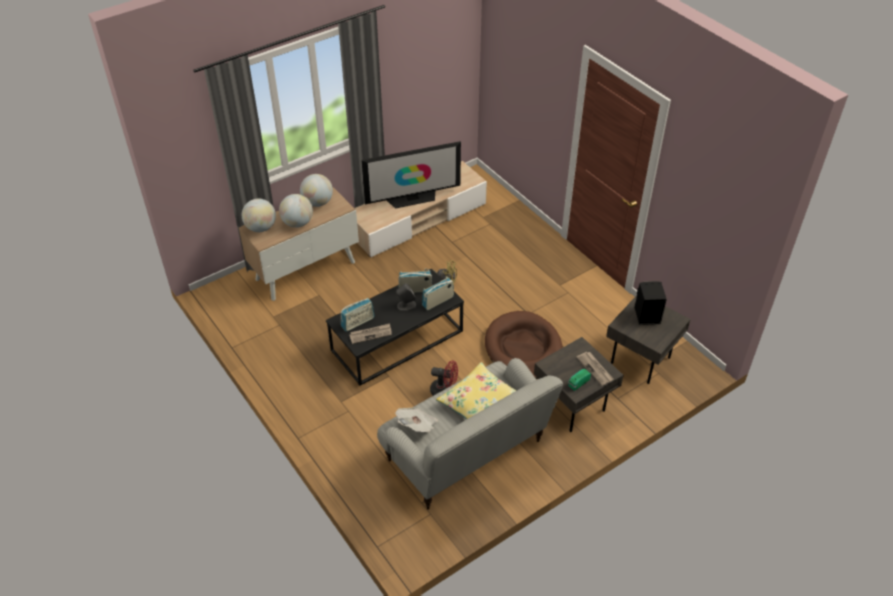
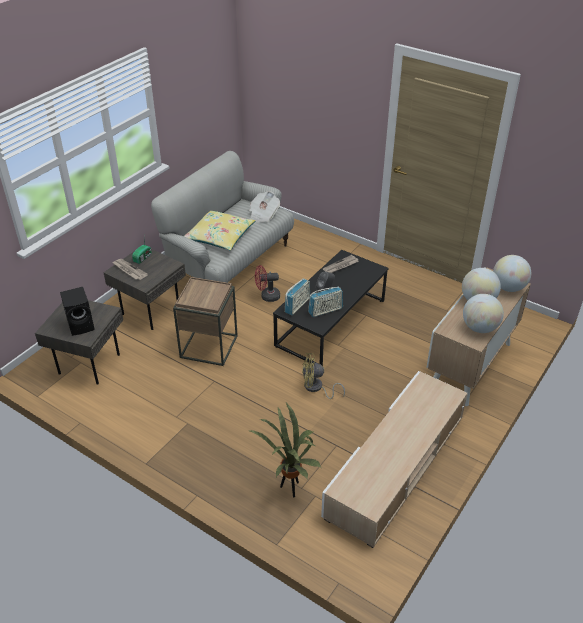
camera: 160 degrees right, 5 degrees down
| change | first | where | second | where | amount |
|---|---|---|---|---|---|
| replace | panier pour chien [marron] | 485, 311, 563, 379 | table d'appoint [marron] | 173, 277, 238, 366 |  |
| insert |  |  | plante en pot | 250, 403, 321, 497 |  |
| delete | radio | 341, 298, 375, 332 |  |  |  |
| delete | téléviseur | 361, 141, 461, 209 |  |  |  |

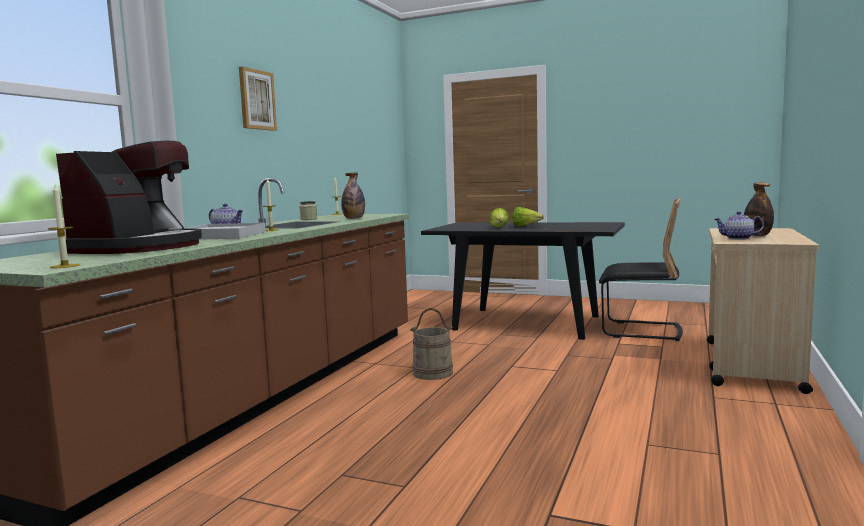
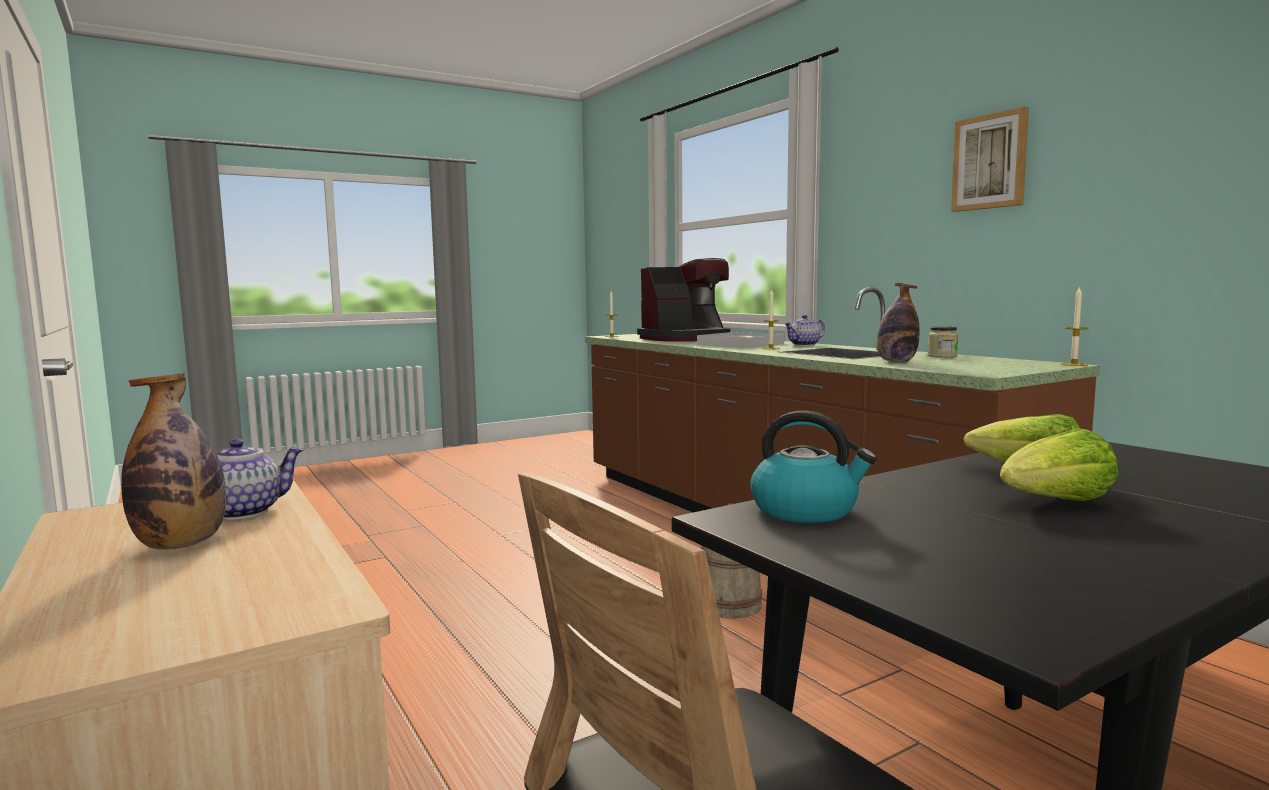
camera: 125 degrees right, 0 degrees up
| change | first | where | second | where | amount |
|---|---|---|---|---|---|
| rotate | machine à café | 56, 141, 202, 254 |  | 637, 258, 730, 342 | 75 degrees counterclockwise |
| insert |  |  | bouilloire | 750, 411, 877, 523 |  |

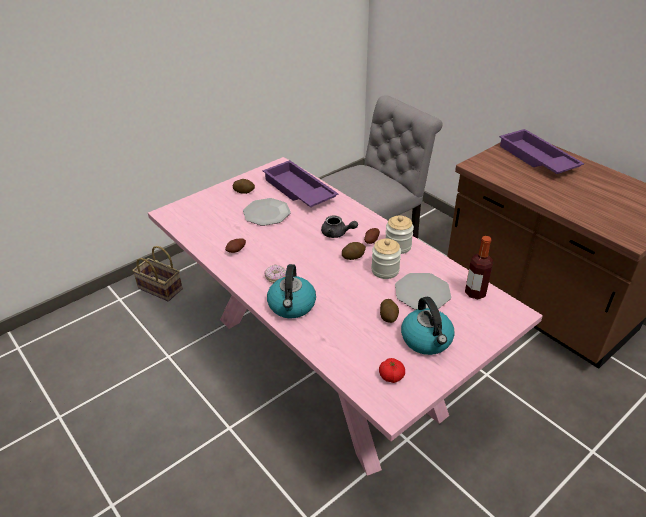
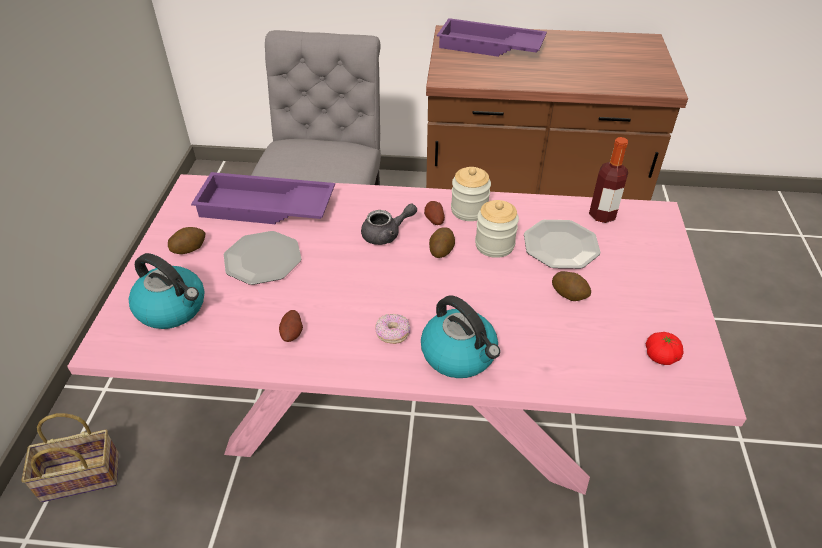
camera: 45 degrees left, 5 degrees up
| change | first | where | second | where | amount |
|---|---|---|---|---|---|
| move | bouilloire | 401, 297, 455, 355 |  | 129, 253, 205, 329 |  |

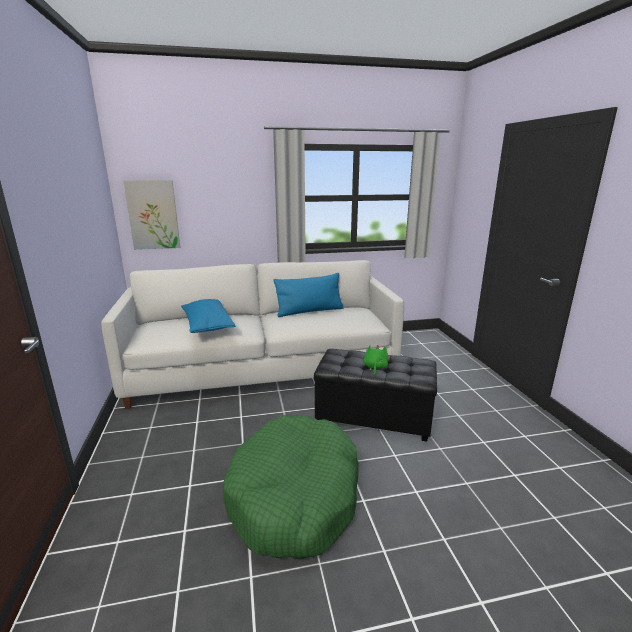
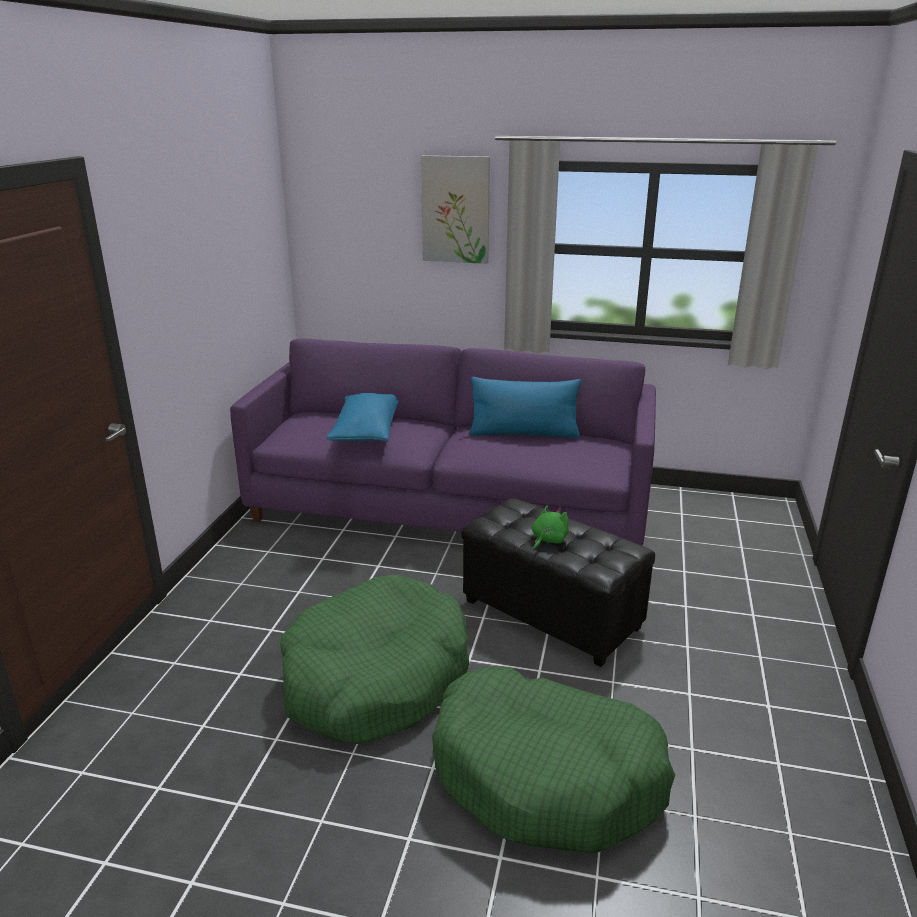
camera: 25 degrees right, 5 degrees up
| change | first | where | second | where | amount |
|---|---|---|---|---|---|
| recolor | canapé [blanc] | 101, 260, 404, 409 | canapé [violet] | 230, 338, 656, 546 |  |
| move | tableau | 123, 180, 180, 250 |  | 421, 155, 490, 264 |  |
| insert |  |  | panier pour chien [vert] | 432, 667, 675, 853 |  |

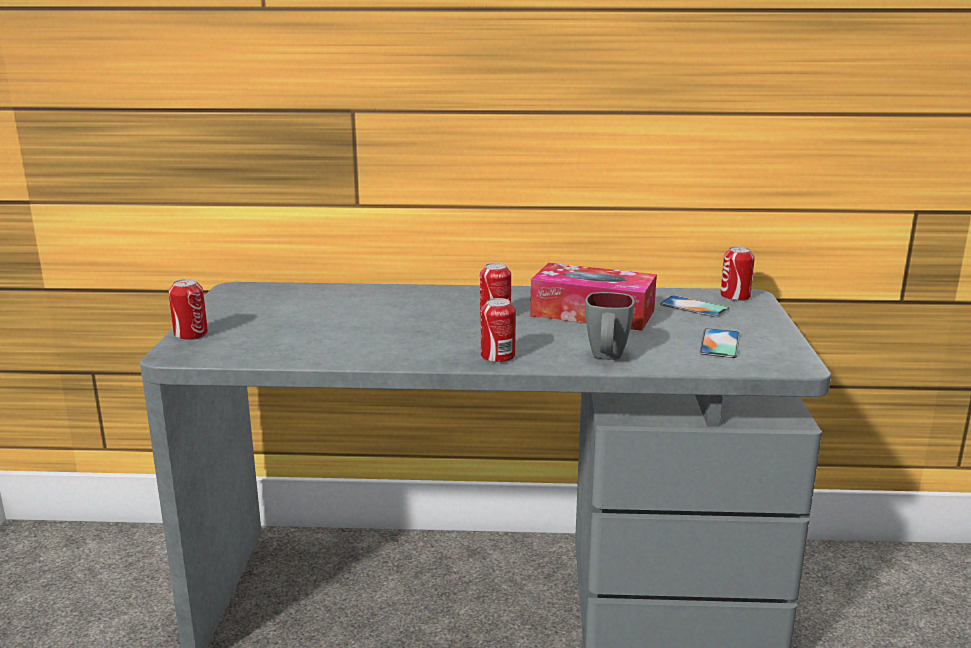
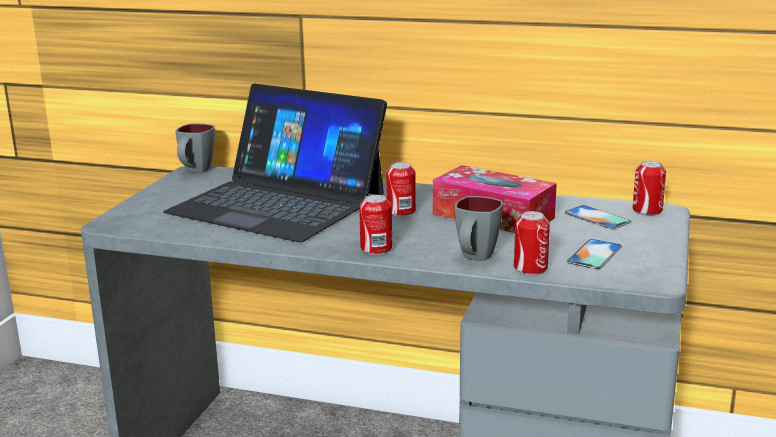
camera: 15 degrees right, 0 degrees up
| change | first | where | second | where | amount |
|---|---|---|---|---|---|
| insert |  |  | ordinateur portable | 163, 83, 387, 242 |  |
| insert |  |  | mug [gris] | 175, 123, 215, 173 |  |
| move | boîte métallique | 168, 279, 208, 340 |  | 514, 211, 550, 275 |  |

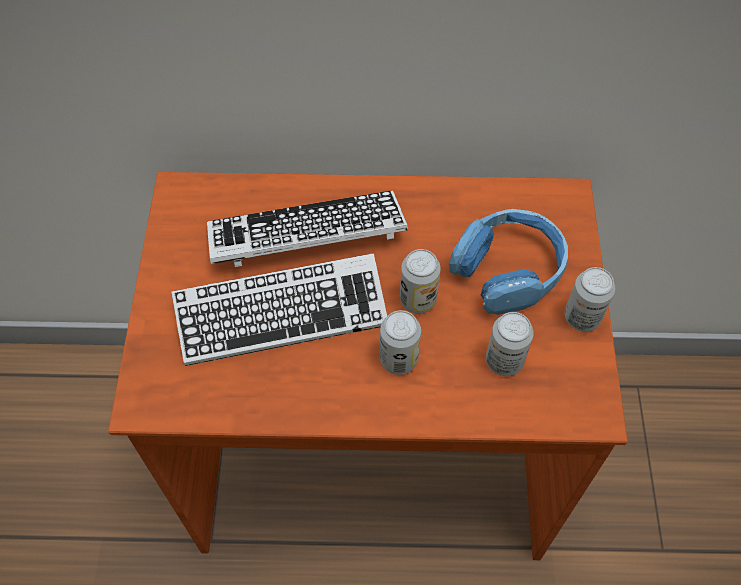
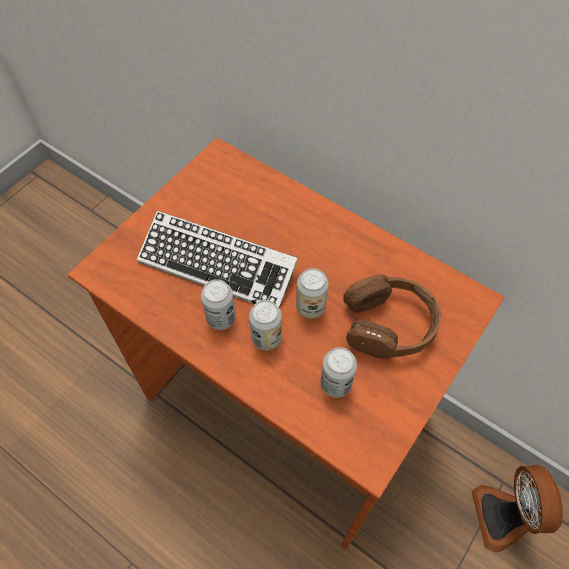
camera: 35 degrees right, 0 degrees up
| change | first | where | second | where | amount |
|---|---|---|---|---|---|
| move | boîte métallique | 564, 267, 615, 332 |  | 201, 279, 236, 330 |  |
| recolor | casque audio [bleu] | 449, 209, 568, 315 | casque audio [marron] | 343, 274, 442, 359 |  |
| insert |  |  | ventilateur | 472, 465, 563, 553 |  |
| delete | clavier | 207, 191, 408, 267 |  |  |  |

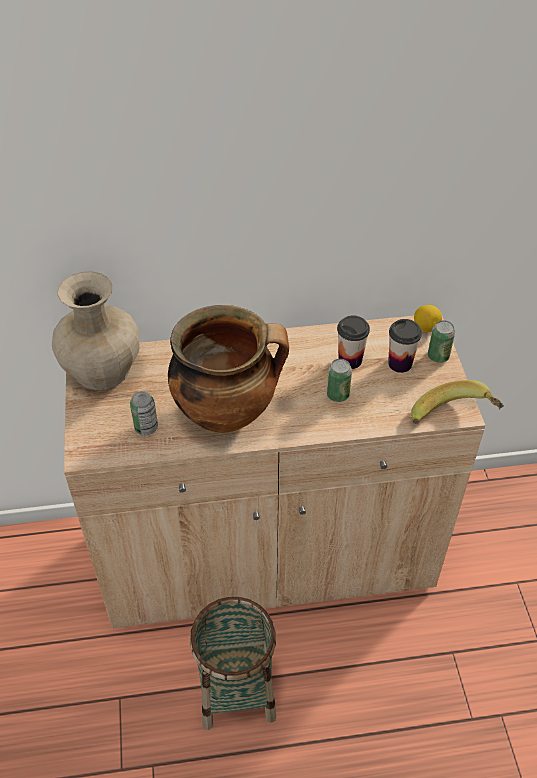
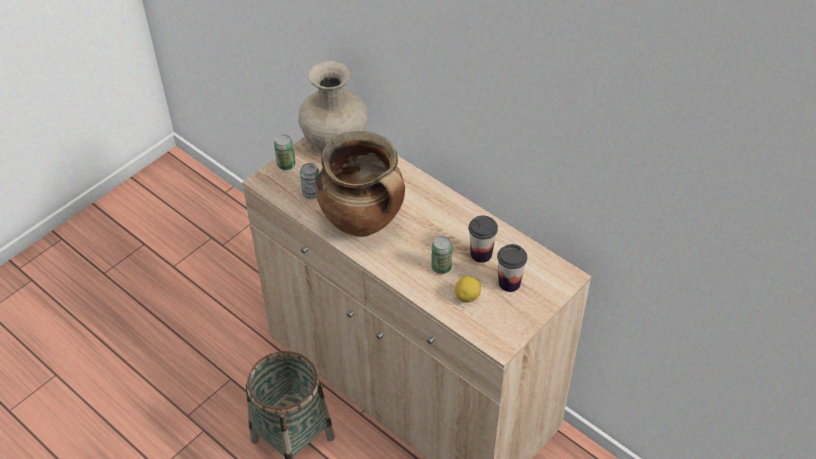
camera: 50 degrees right, 0 degrees up
| change | first | where | second | where | amount |
|---|---|---|---|---|---|
| move | boîte métallique | 428, 320, 455, 363 |  | 274, 134, 295, 170 |  |
| move | citron | 414, 305, 442, 332 |  | 455, 276, 481, 302 |  |
| delete | banane | 411, 380, 504, 424 |  |  |  |

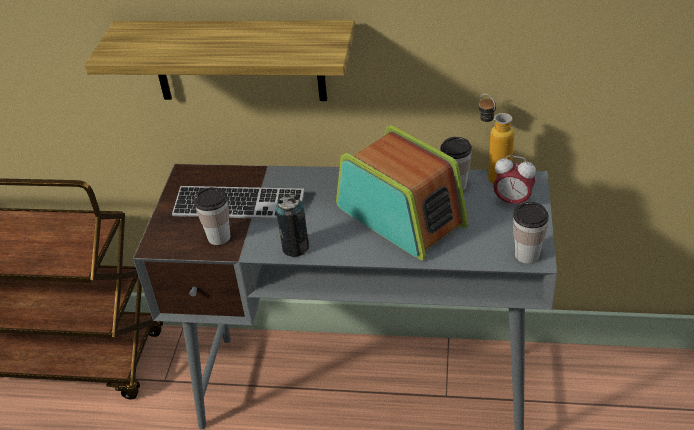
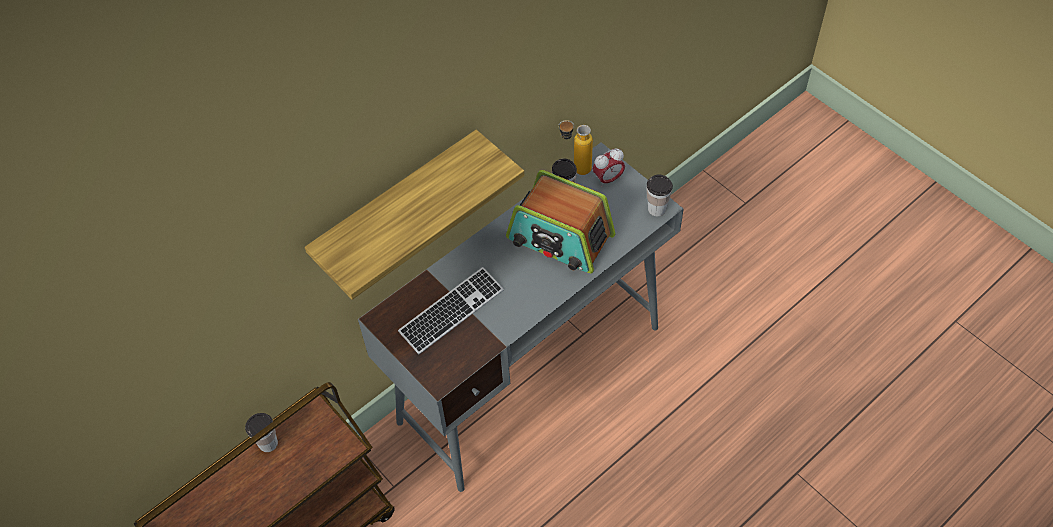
camera: 50 degrees left, 15 degrees up
| change | first | where | second | where | amount |
|---|---|---|---|---|---|
| move | tasse | 194, 187, 230, 245 |  | 245, 413, 278, 452 |  |
| rotate | radio | 336, 125, 469, 260 |  | 506, 170, 615, 273 | 150 degrees counterclockwise |
| delete | boîte métallique | 276, 195, 309, 257 |  |  |  |

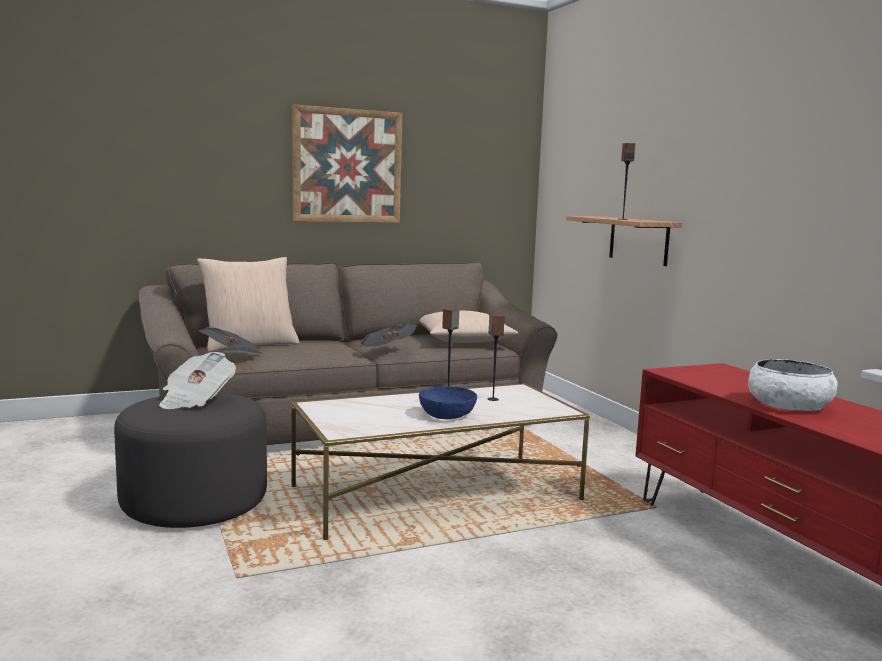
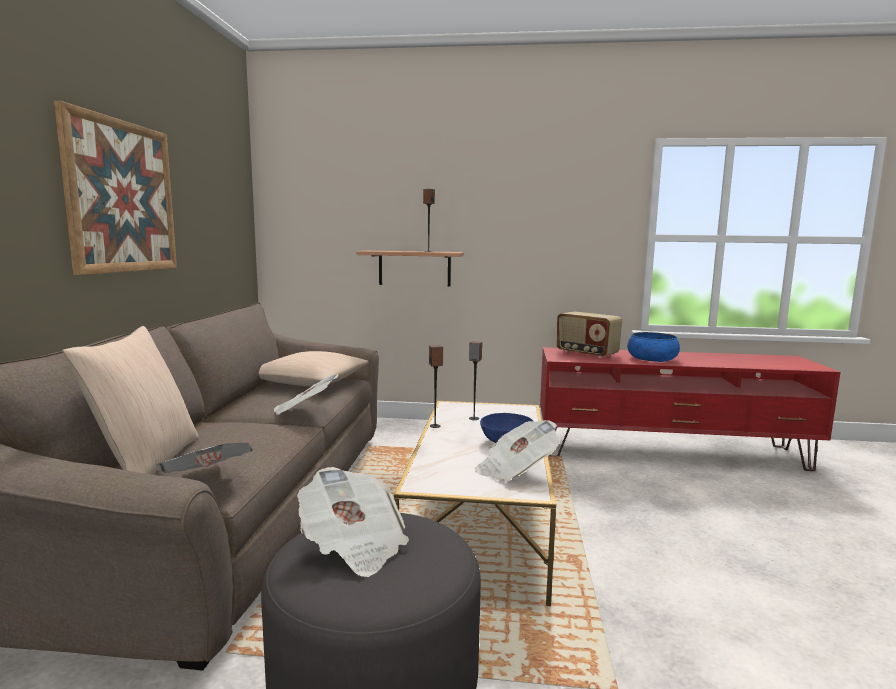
camera: 60 degrees left, 0 degrees up
| change | first | where | second | where | amount |
|---|---|---|---|---|---|
| insert |  |  | journal | 475, 420, 560, 482 |  |
| insert |  |  | radio | 557, 311, 622, 358 |  |
| recolor | bol [blanc] | 748, 359, 838, 411 | bol [bleu] | 627, 332, 680, 362 |  |

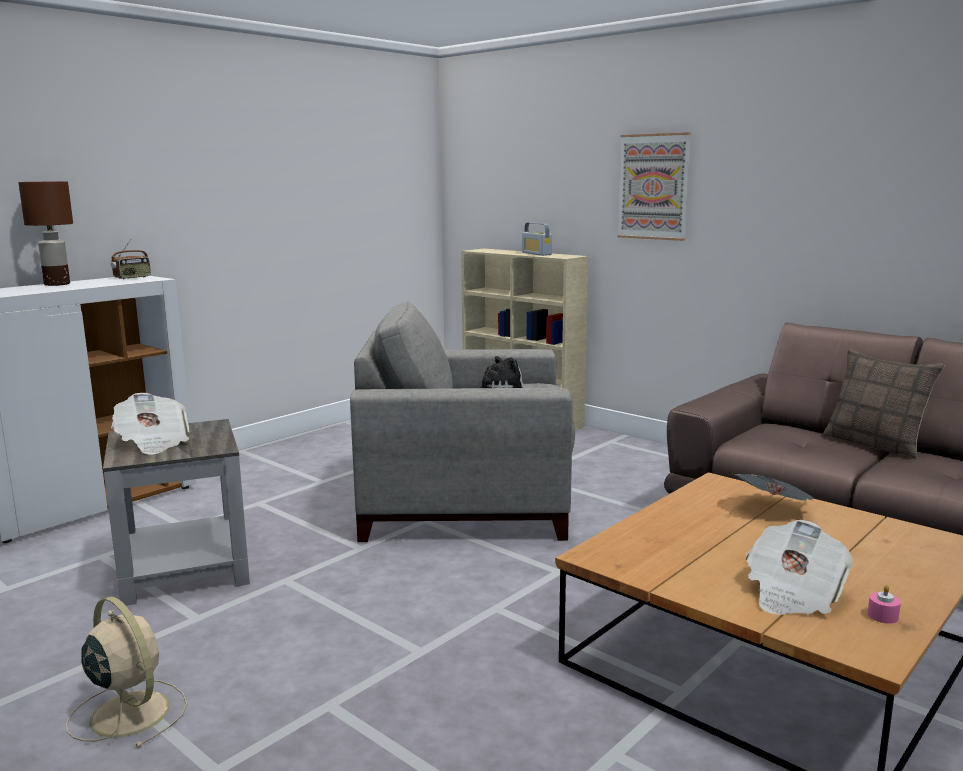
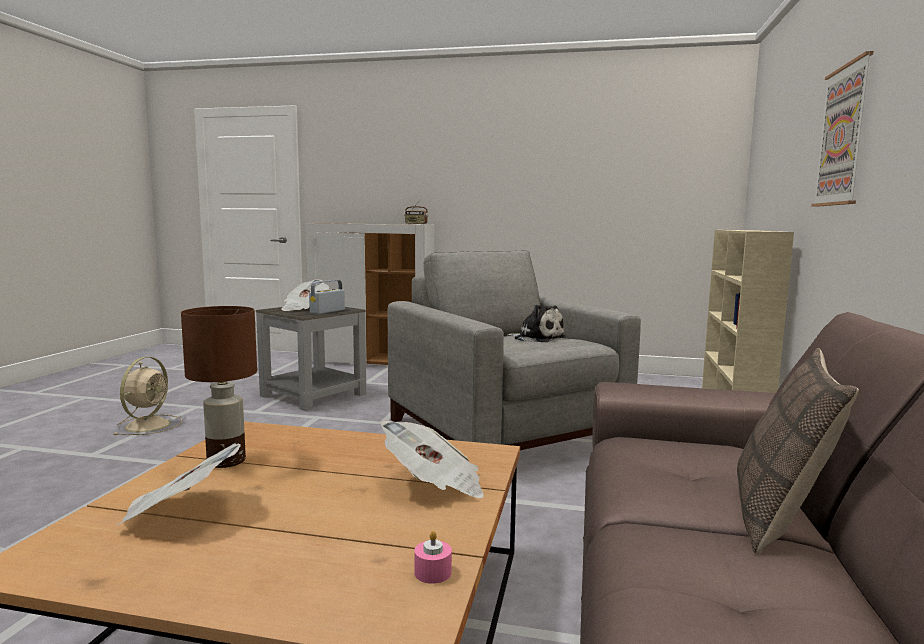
camera: 60 degrees right, 5 degrees down
| change | first | where | second | where | amount |
|---|---|---|---|---|---|
| move | lampe de table [marron] | 18, 181, 73, 286 |  | 181, 306, 257, 468 |  |
| move | radio | 522, 222, 552, 256 |  | 309, 280, 345, 314 |  |
| move | bougie [rose] | 868, 585, 901, 624 |  | 414, 531, 452, 584 |  |

